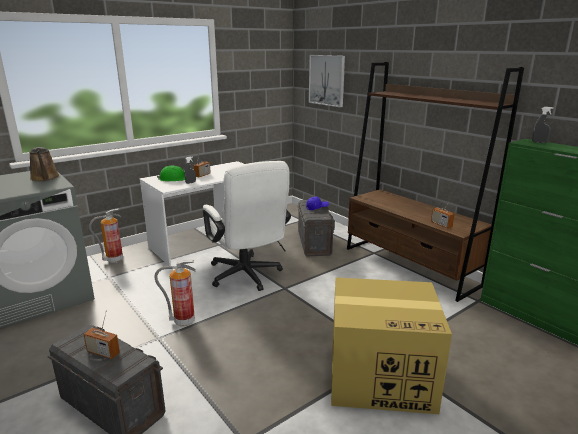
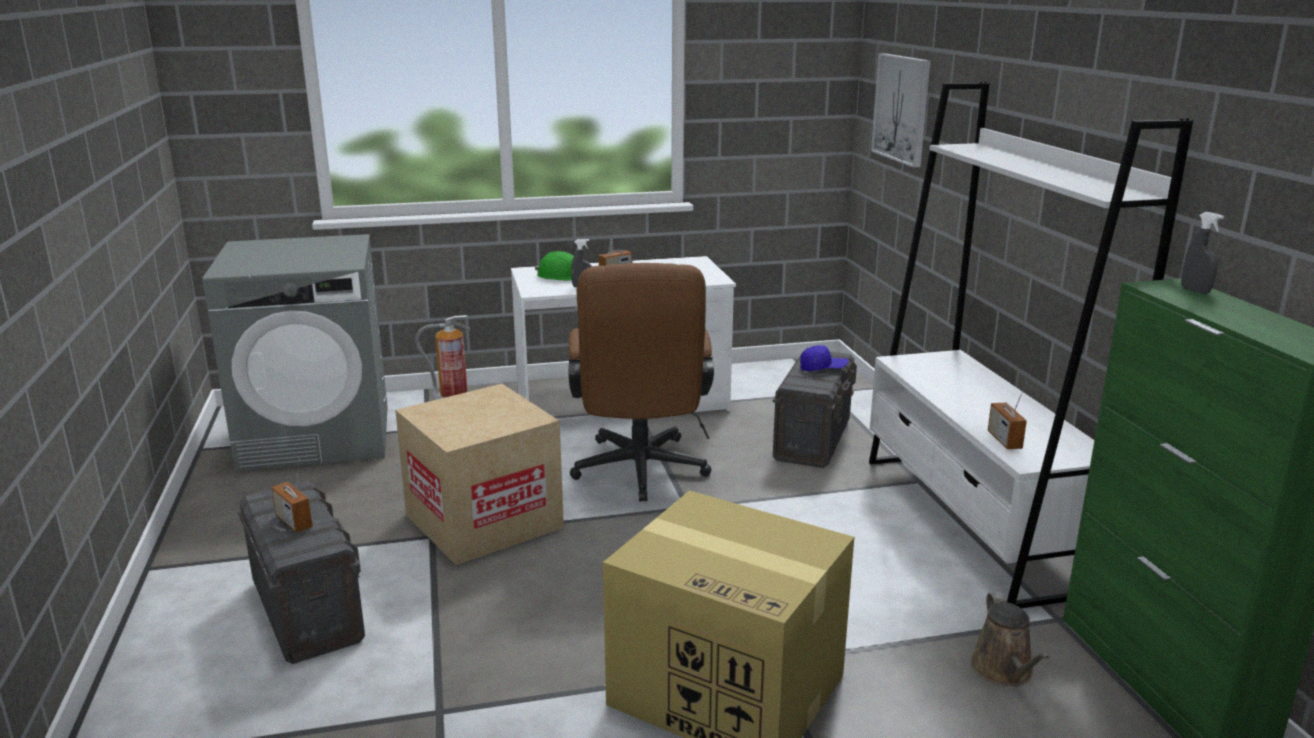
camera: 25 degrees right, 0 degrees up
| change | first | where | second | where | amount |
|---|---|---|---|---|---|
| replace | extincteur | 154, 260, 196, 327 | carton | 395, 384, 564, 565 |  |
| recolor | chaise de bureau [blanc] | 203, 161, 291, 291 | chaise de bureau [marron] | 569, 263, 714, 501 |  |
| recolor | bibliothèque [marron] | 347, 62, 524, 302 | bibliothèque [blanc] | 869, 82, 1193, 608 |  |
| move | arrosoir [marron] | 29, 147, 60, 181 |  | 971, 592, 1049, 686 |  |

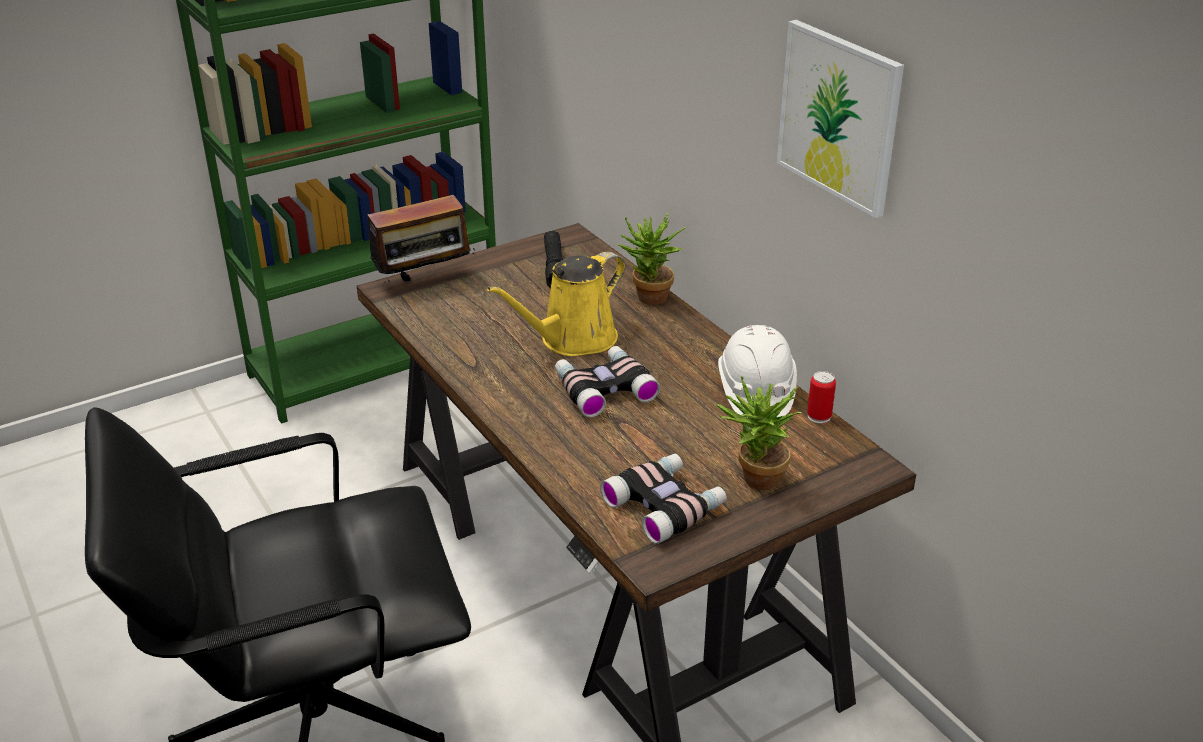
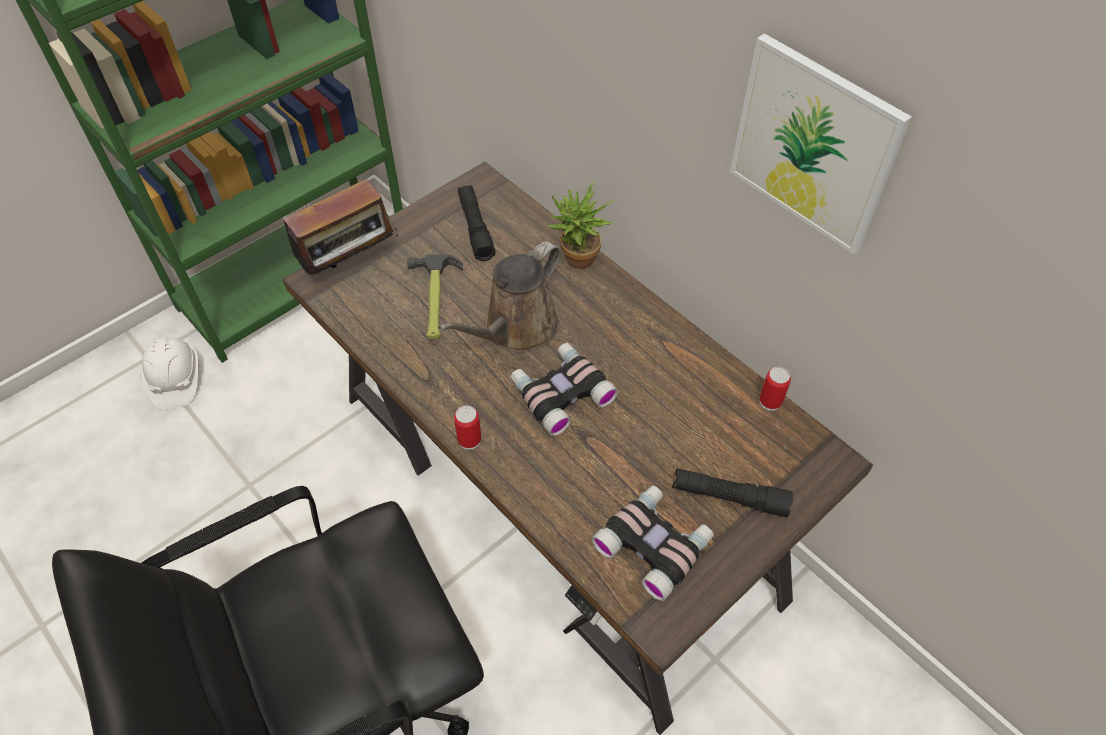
camera: 10 degrees left, 20 degrees up
| change | first | where | second | where | amount |
|---|---|---|---|---|---|
| move | casque de chantier [blanc] | 718, 325, 797, 418 |  | 142, 337, 198, 409 |  |
| insert |  |  | marteau | 407, 254, 463, 340 |  |
| recolor | arrosoir [jaune] | 487, 252, 626, 356 | arrosoir [marron] | 438, 241, 561, 352 |  |
| insert |  |  | boîte métallique | 454, 405, 481, 450 |  |
| replace | plante en pot | 717, 376, 801, 490 | lampe de poche [noir] | 672, 468, 793, 517 |  |

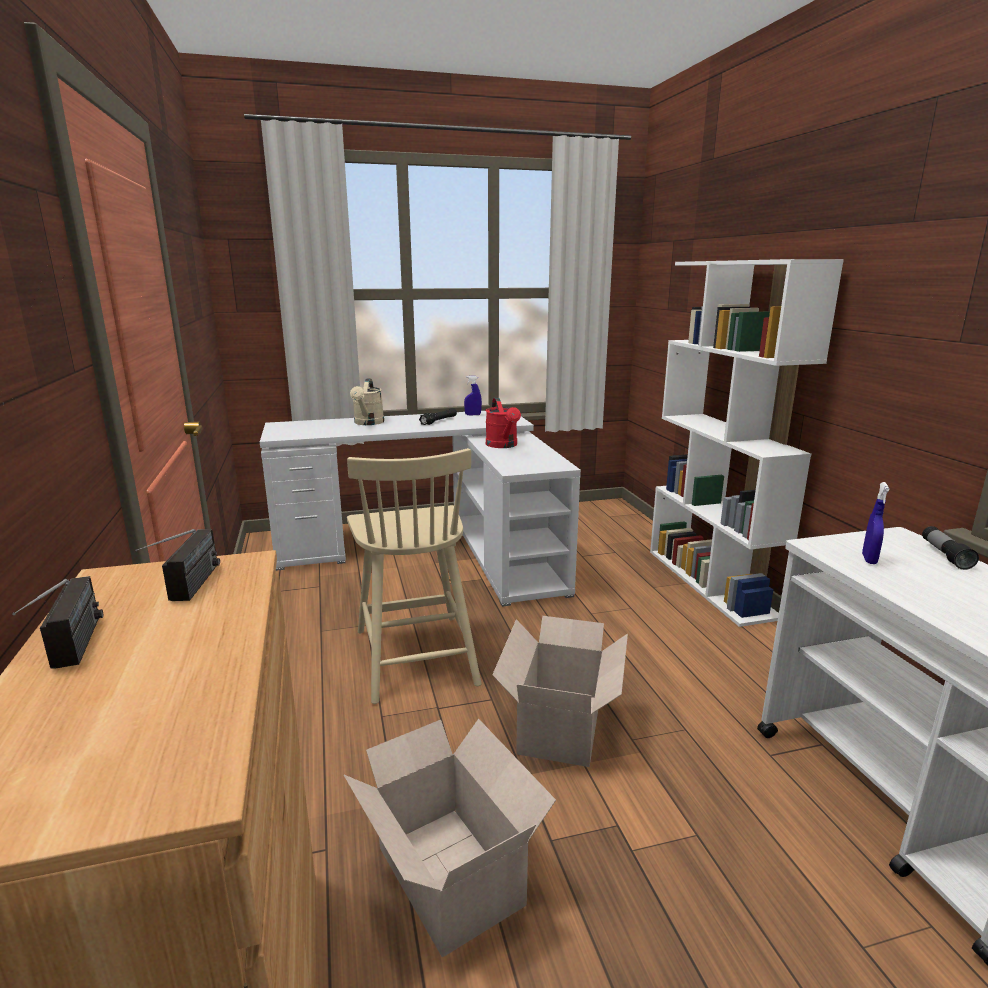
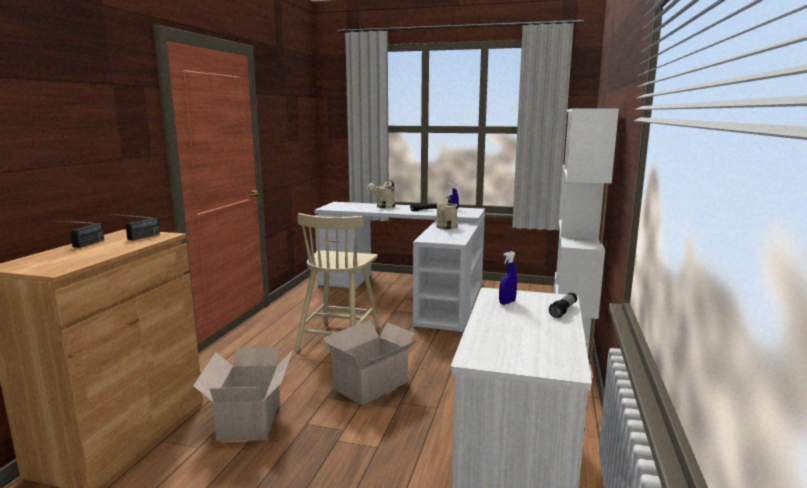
camera: 30 degrees right, 5 degrees down
| change | first | where | second | where | amount |
|---|---|---|---|---|---|
| recolor | arrosoir [rouge] | 486, 398, 521, 448 | arrosoir [beige] | 436, 197, 457, 229 |  |

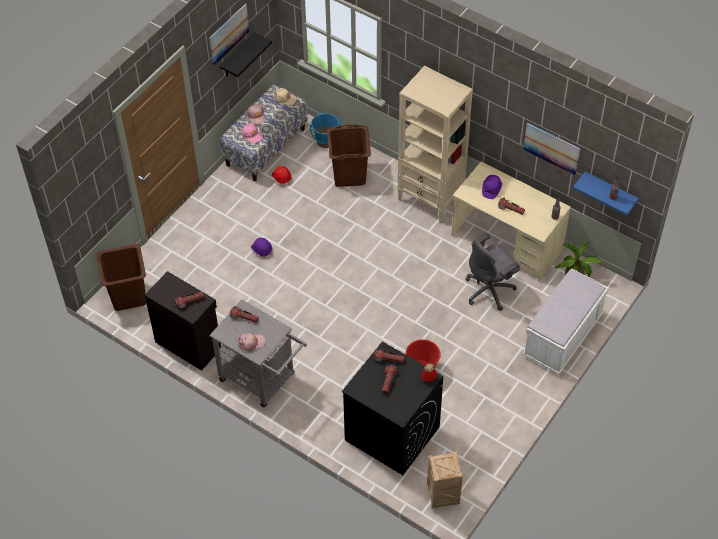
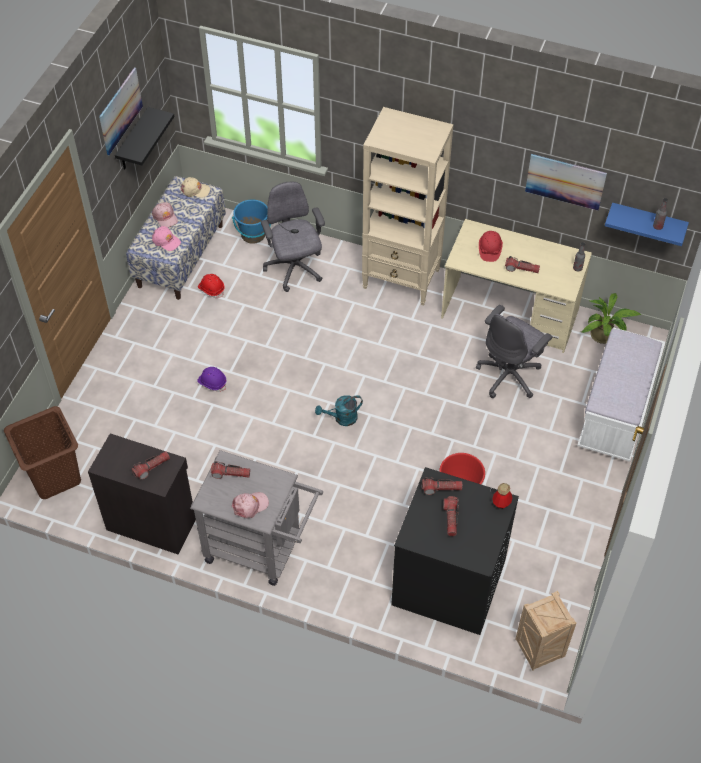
camera: 15 degrees left, 0 degrees up
| change | first | where | second | where | amount |
|---|---|---|---|---|---|
| replace | panier à linge [marron] | 327, 124, 371, 187 | chaise de bureau [gris] | 261, 182, 325, 292 |  |
| insert |  |  | arrosoir [turquoise] | 315, 395, 363, 426 |  |
| recolor | casque de chantier [violet] | 482, 175, 502, 199 | casque de chantier [rouge] | 479, 231, 503, 262 |  |

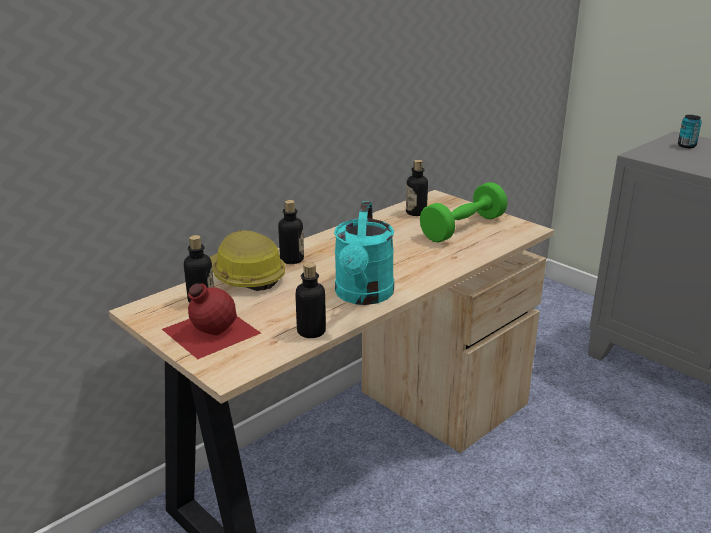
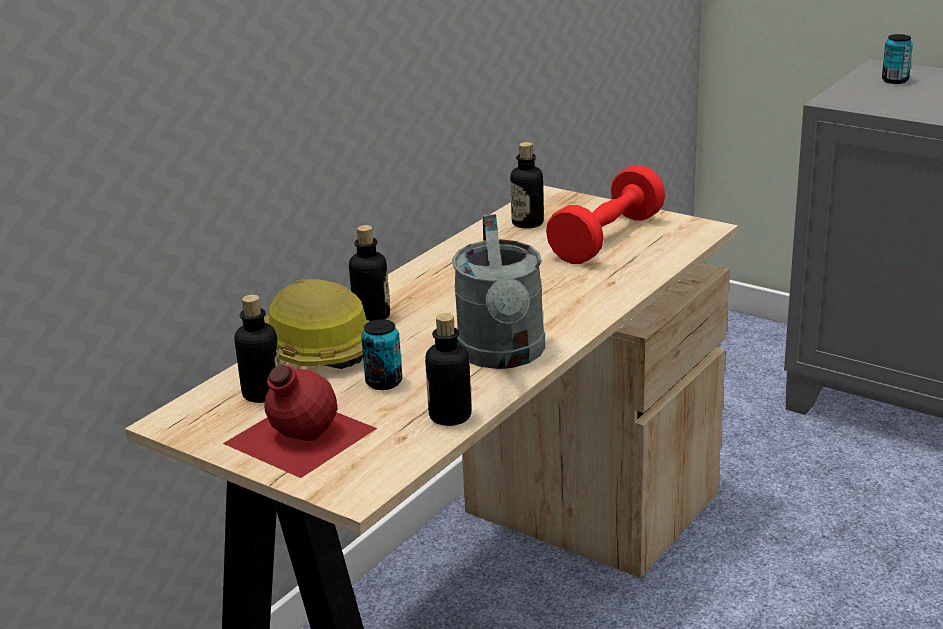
camera: 10 degrees left, 0 degrees up
| change | first | where | second | where | amount |
|---|---|---|---|---|---|
| insert |  |  | boîte métallique | 361, 319, 402, 390 |  |
| recolor | arrosoir [turquoise] | 334, 201, 394, 305 | arrosoir [gris] | 452, 214, 545, 369 |  |
| recolor | haltère [vert] | 420, 182, 507, 243 | haltère [rouge] | 546, 165, 665, 264 |  |

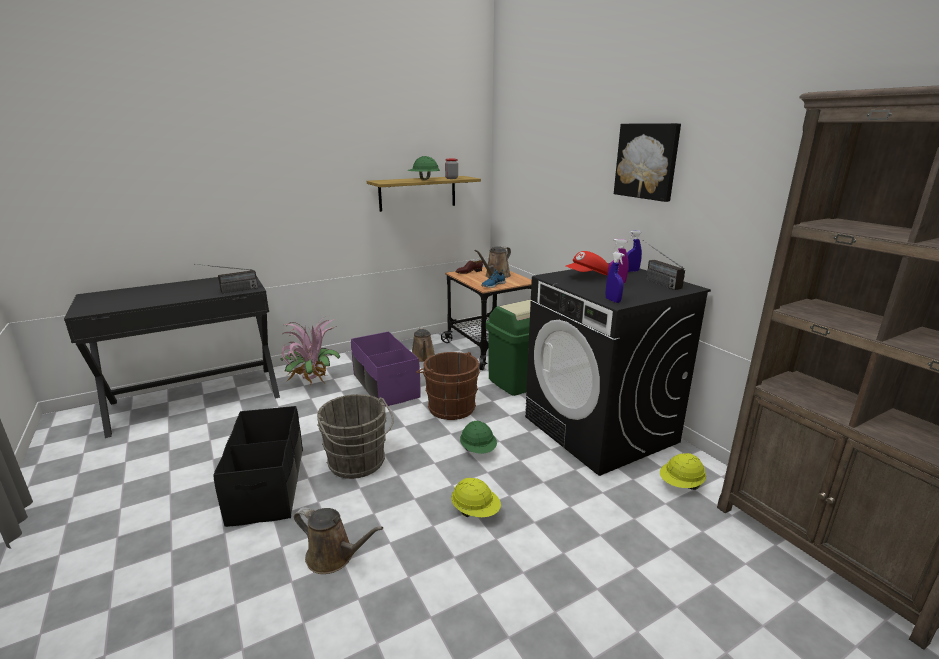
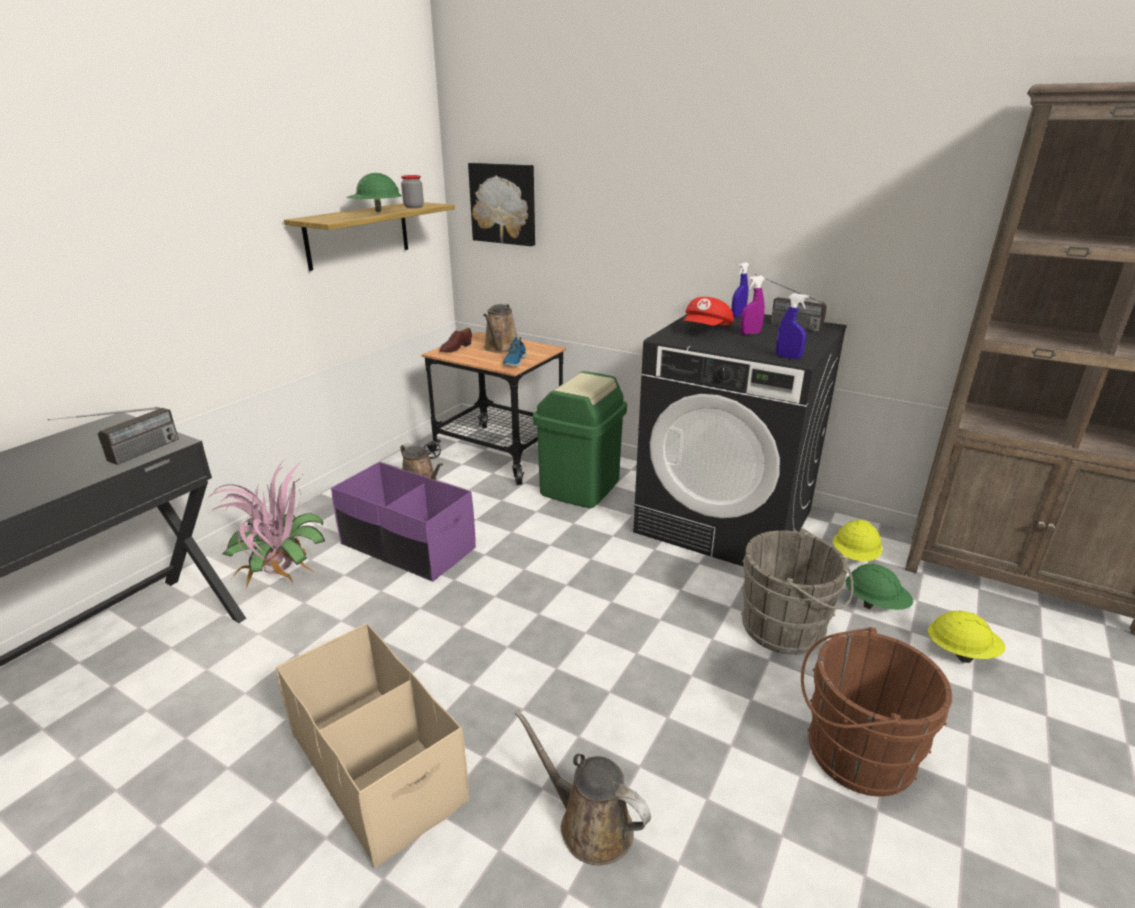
camera: 30 degrees left, 5 degrees up
| change | first | where | second | where | amount |
|---|---|---|---|---|---|
| recolor | boîte de rangement [noir] | 213, 406, 303, 527 | boîte de rangement [beige] | 276, 623, 469, 868 |  |
| move | tableau | 614, 123, 681, 202 |  | 468, 163, 535, 246 |  |
| rotate | arrosoir [marron] | 294, 507, 383, 574 |  | 515, 710, 651, 865 | 135 degrees counterclockwise |
| move | seau [gris] | 317, 394, 394, 479 |  | 741, 528, 854, 655 |  |
| move | seau [marron] | 416, 352, 480, 420 |  | 801, 627, 952, 796 |  |
| move | casque de chantier [vert] | 460, 421, 497, 454 |  | 846, 564, 913, 610 |  |
| move | casque de chantier [jaune] | 451, 478, 501, 517 |  | 928, 611, 1005, 663 |  |

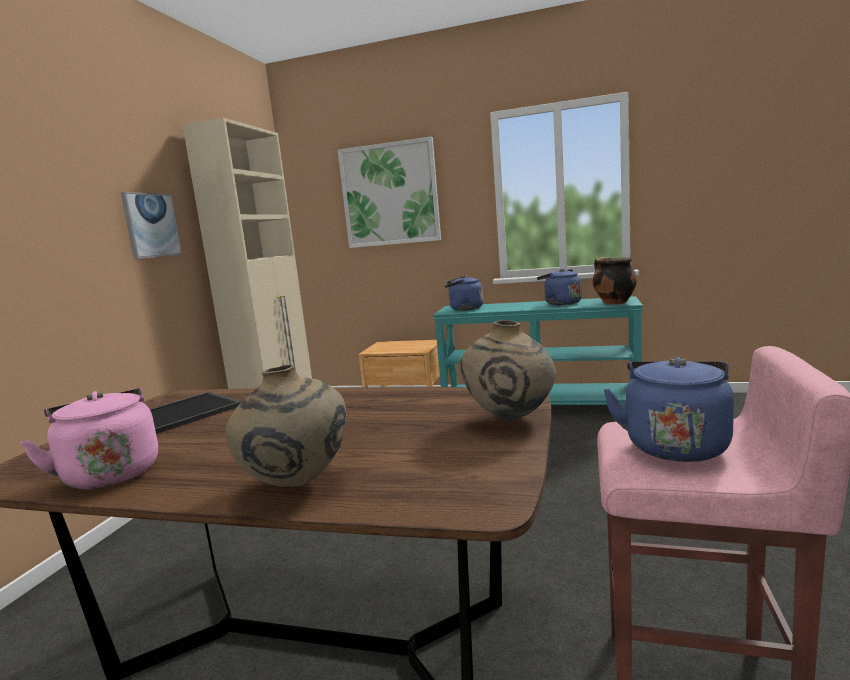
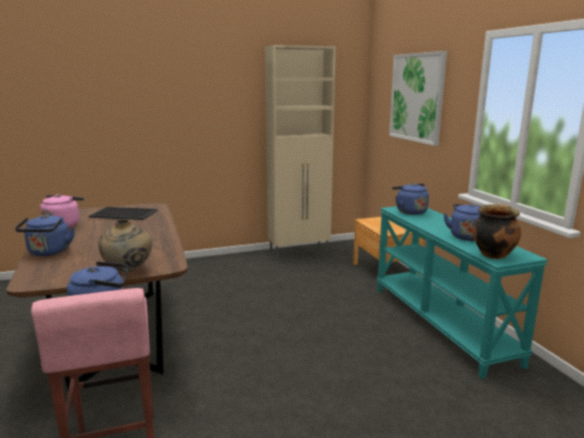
camera: 55 degrees right, 5 degrees up
| change | first | where | second | where | amount |
|---|---|---|---|---|---|
| replace | vase [beige] | 225, 364, 346, 487 | bouilloire [bleu] | 15, 215, 75, 256 |  |
| delete | tableau | 120, 192, 182, 259 |  |  |  |

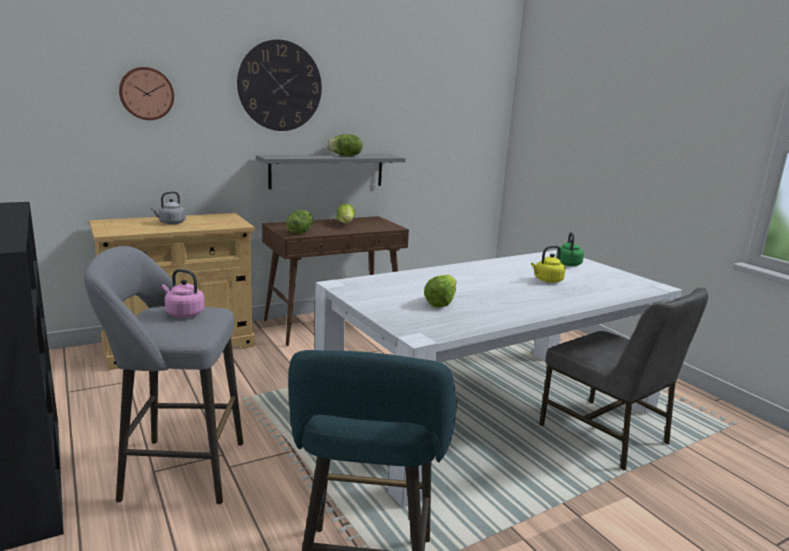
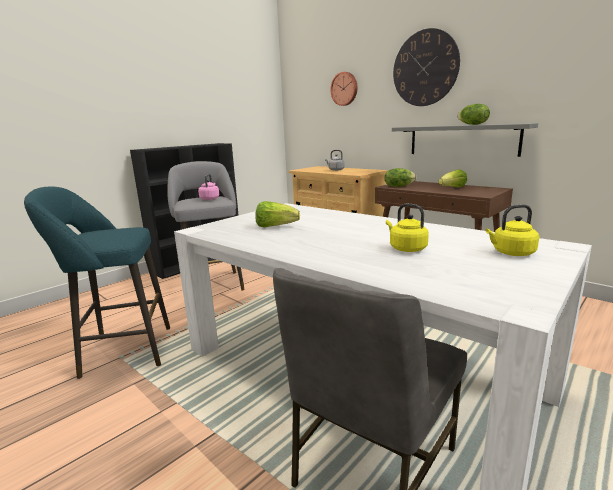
camera: 75 degrees right, 0 degrees up
| change | first | where | second | where | amount |
|---|---|---|---|---|---|
| recolor | bouilloire [vert] | 556, 232, 584, 266 | bouilloire [jaune] | 485, 204, 539, 256 |  |

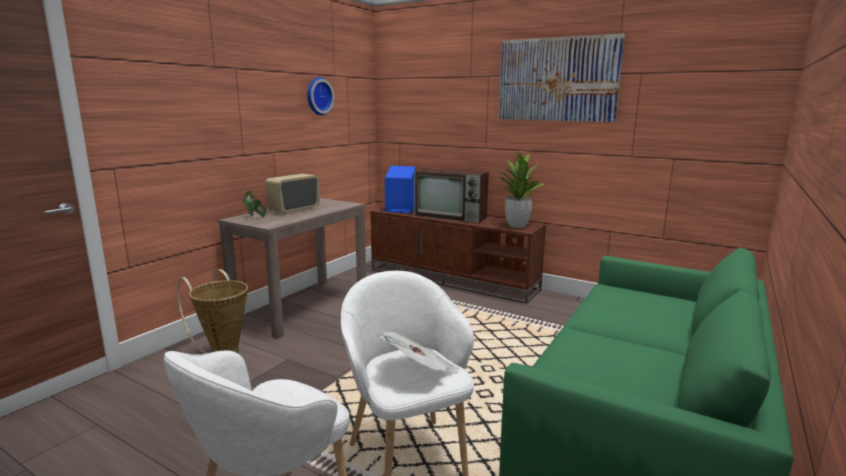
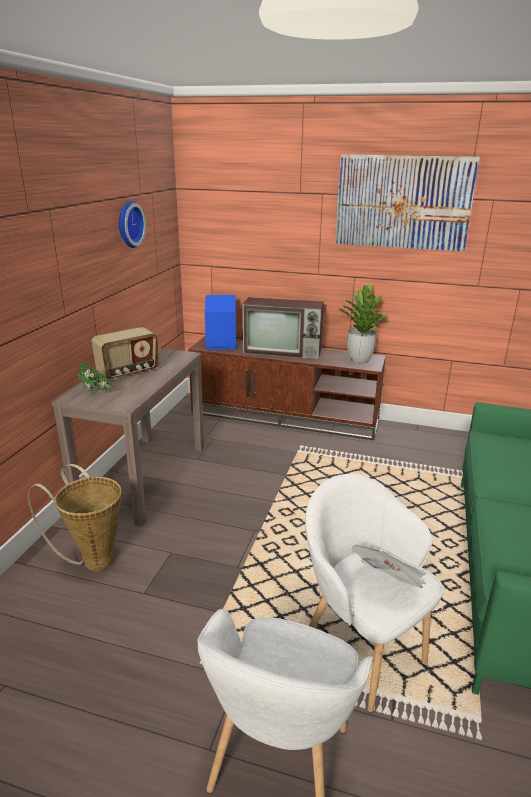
camera: 15 degrees left, 10 degrees up
| change | first | where | second | where | amount |
|---|---|---|---|---|---|
| rotate | radio | 265, 174, 320, 214 |  | 91, 327, 159, 380 | 150 degrees counterclockwise |

